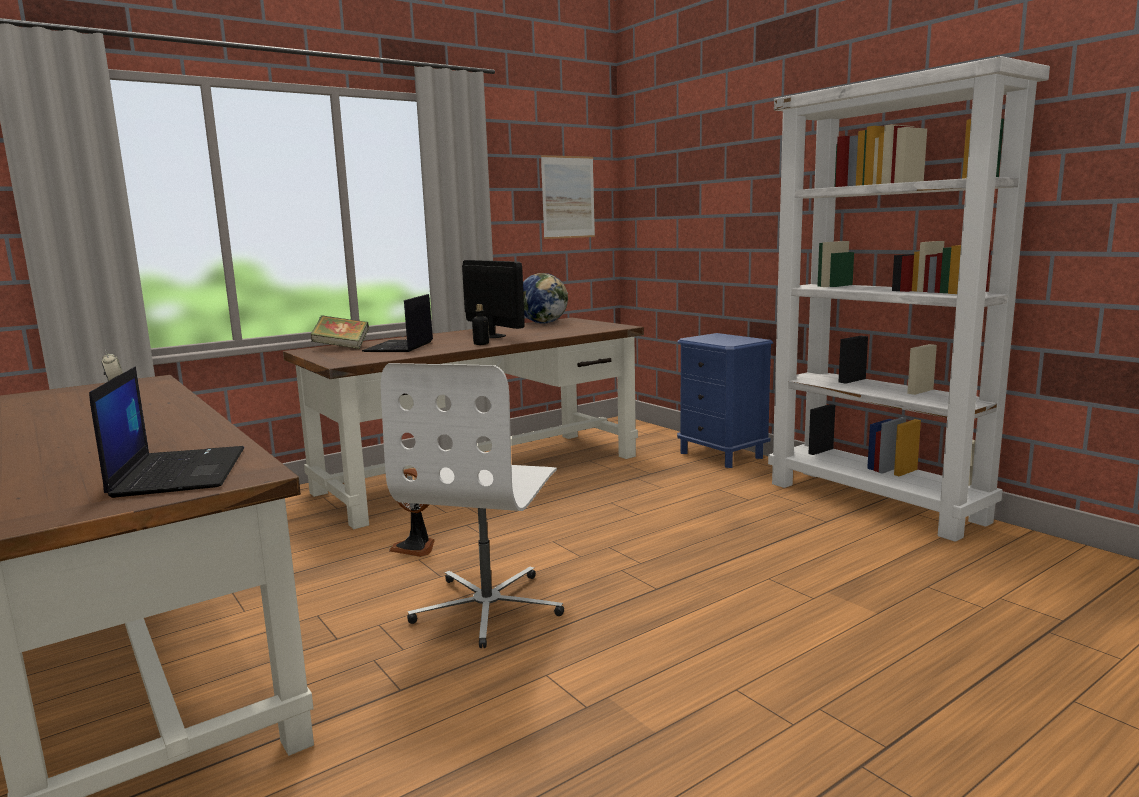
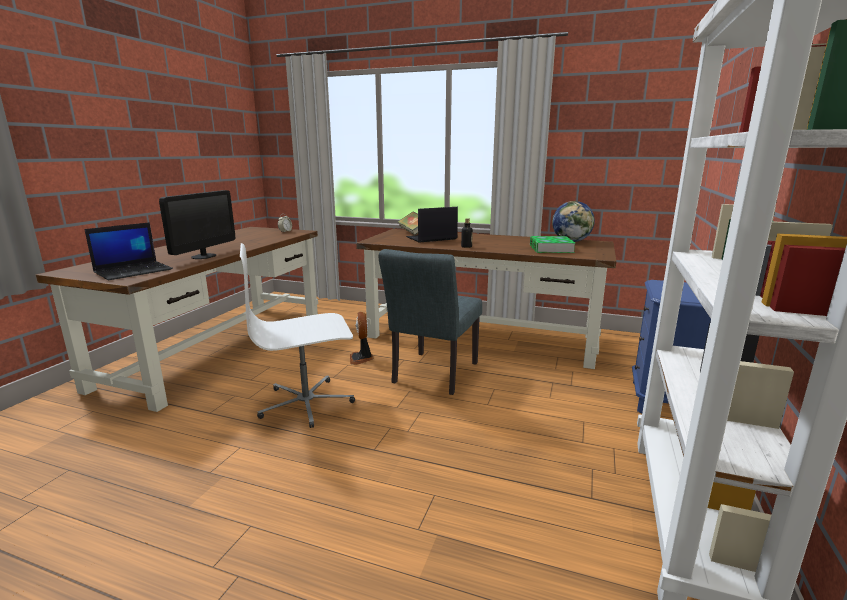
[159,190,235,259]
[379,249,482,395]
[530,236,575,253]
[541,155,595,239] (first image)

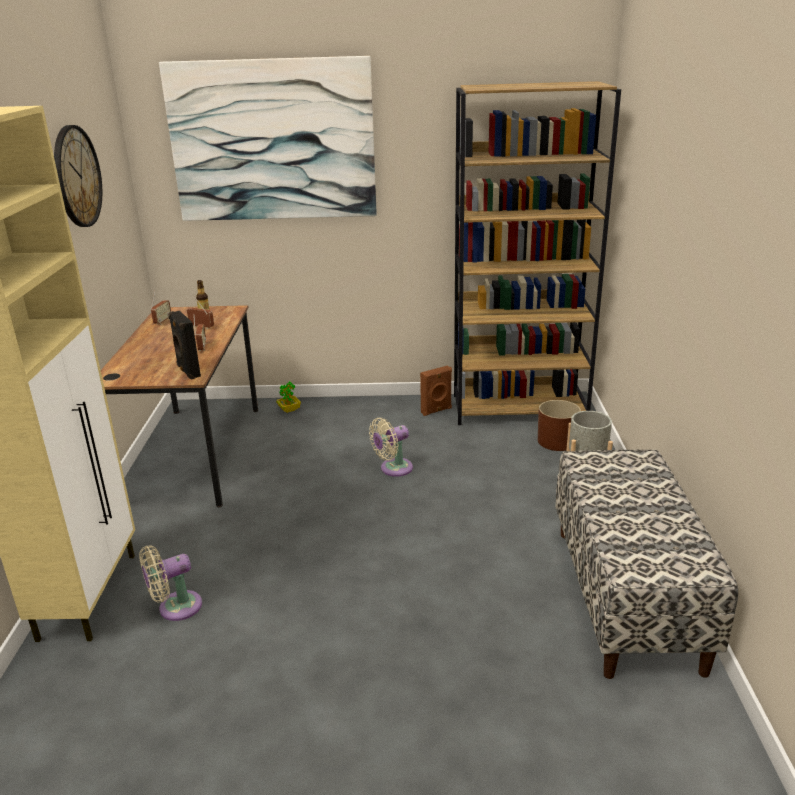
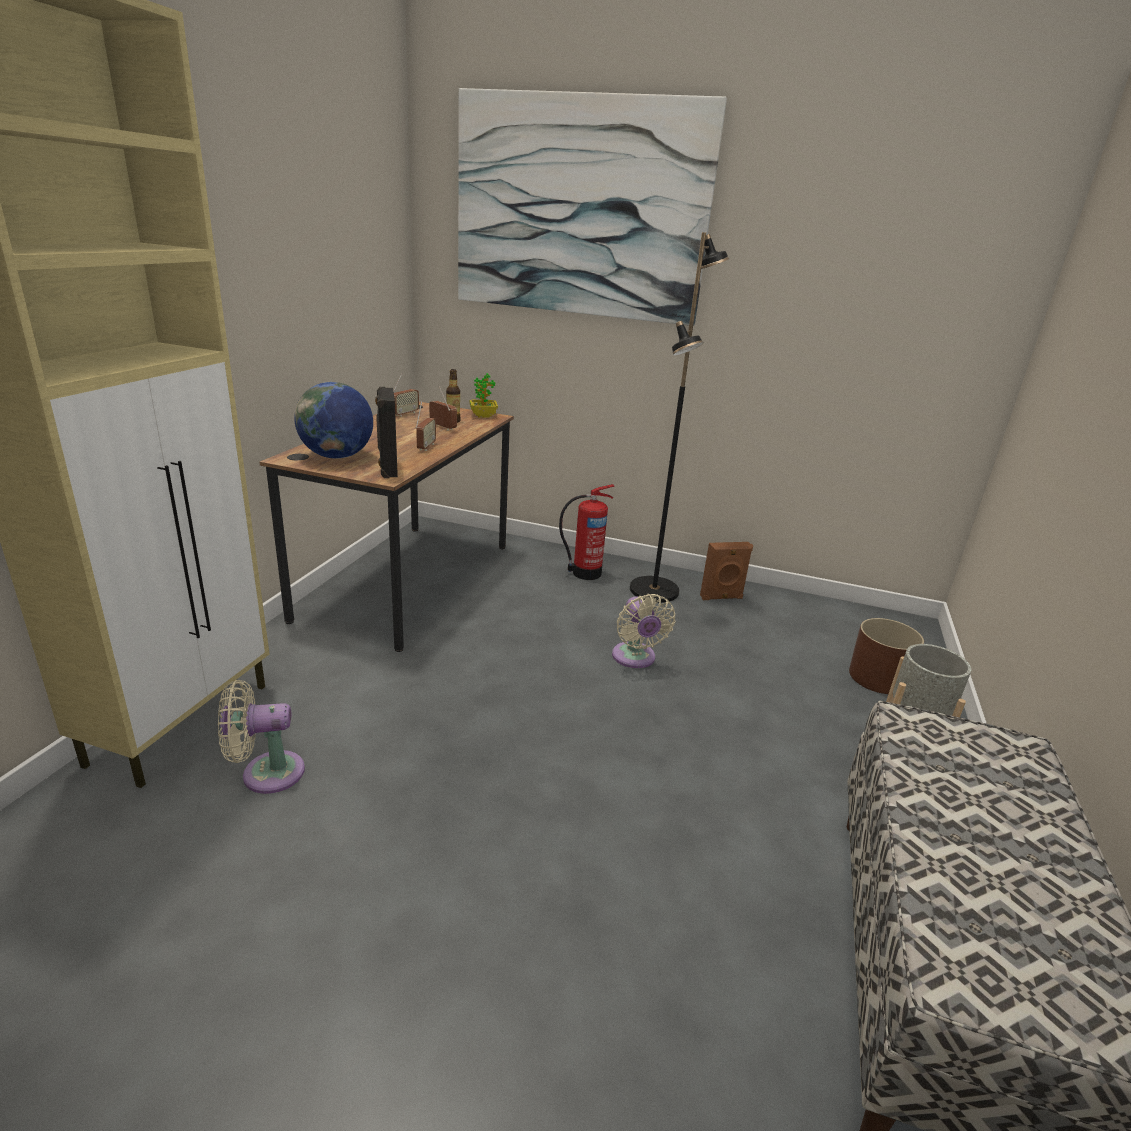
[294,382,373,459]
[470,373,498,418]
[559,484,615,580]
[612,594,675,668]
[630,232,729,603]
[54,125,102,227] (first image)
[454,81,621,425] (first image)

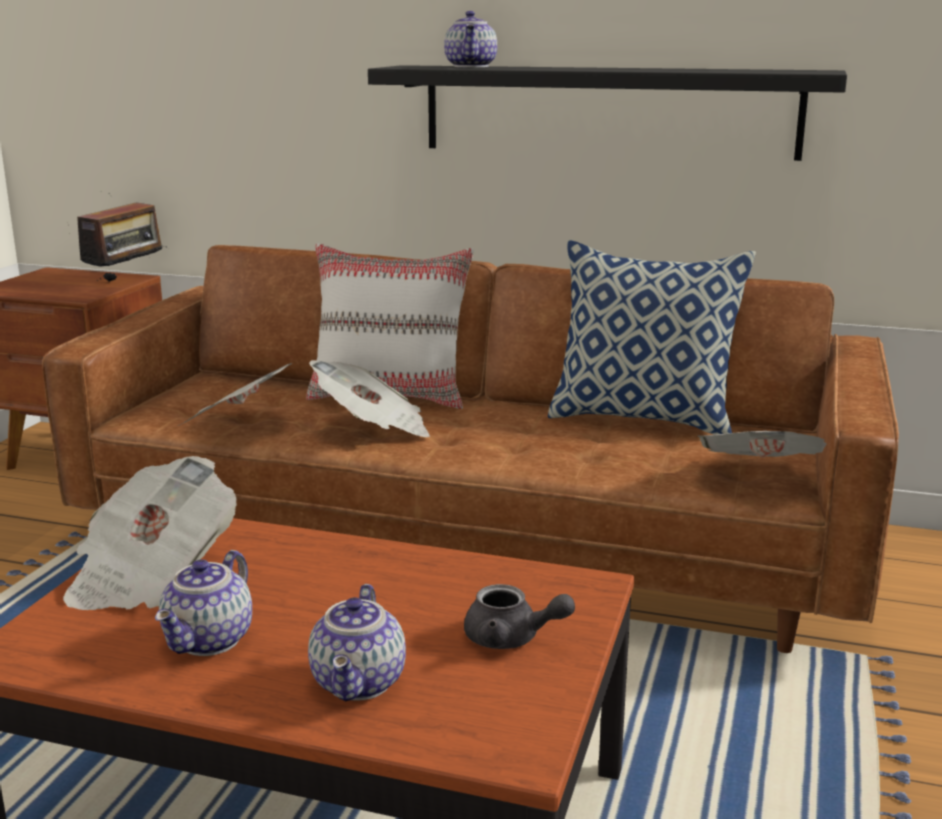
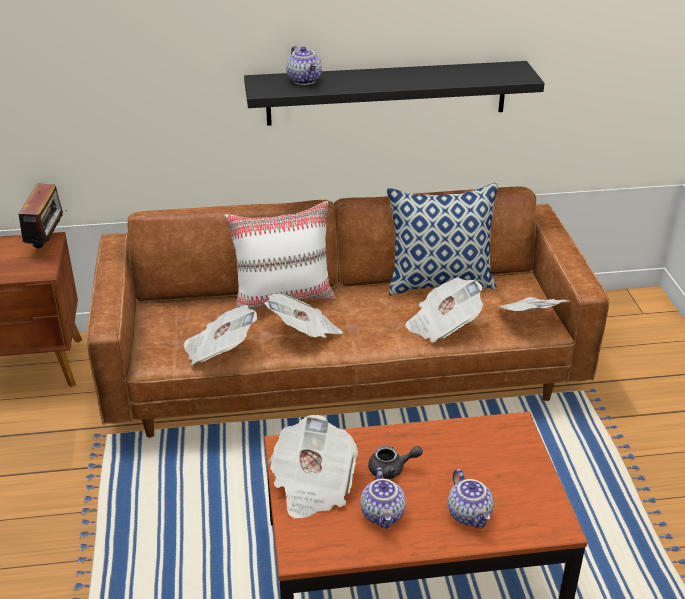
[368,446,423,479]
[405,277,483,342]

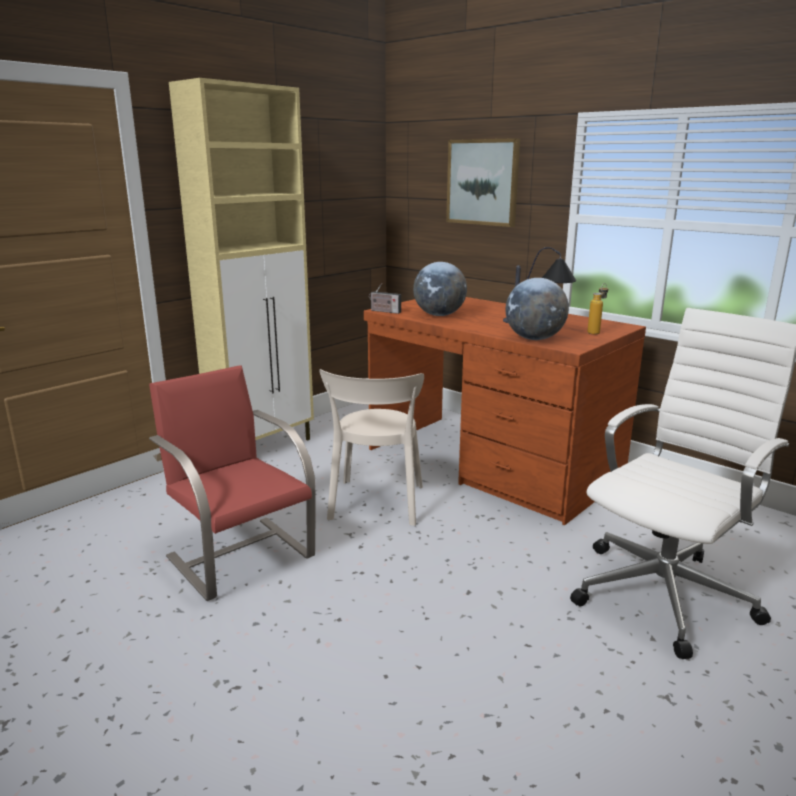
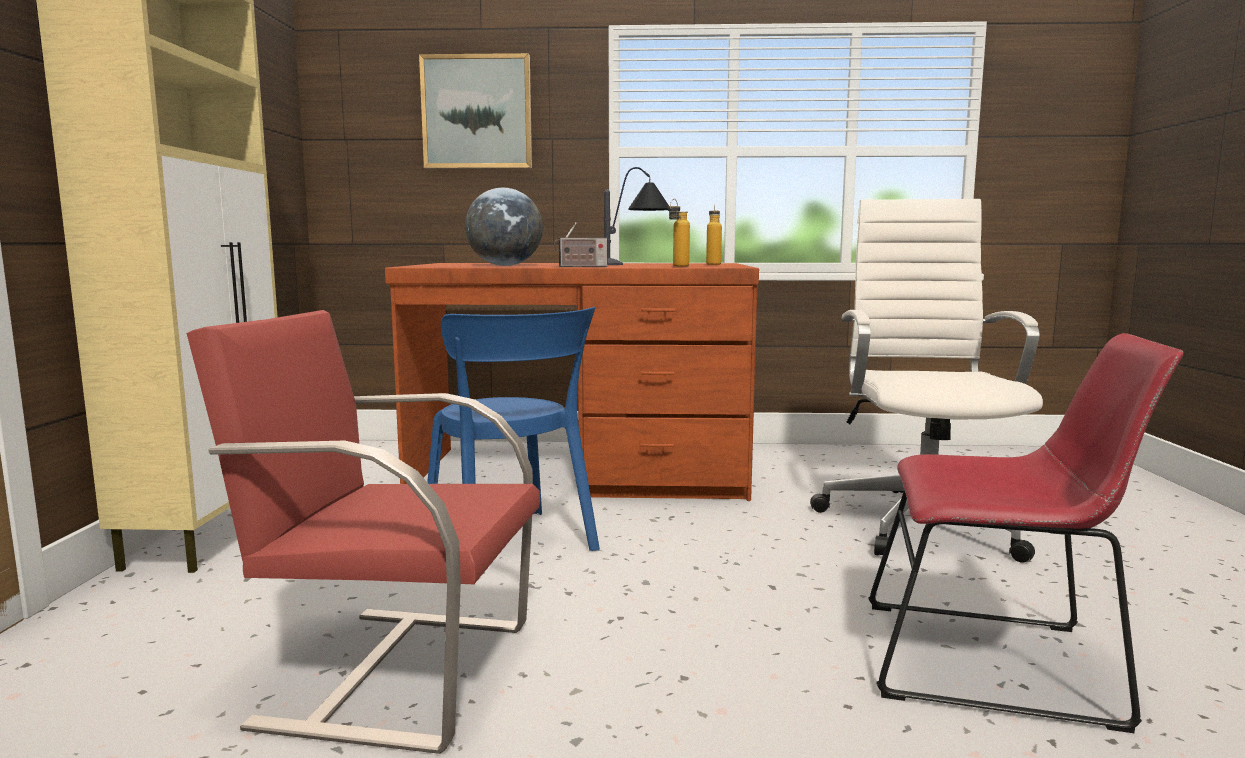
[427,307,600,551]
[554,222,607,267]
[668,199,690,267]
[868,333,1183,733]

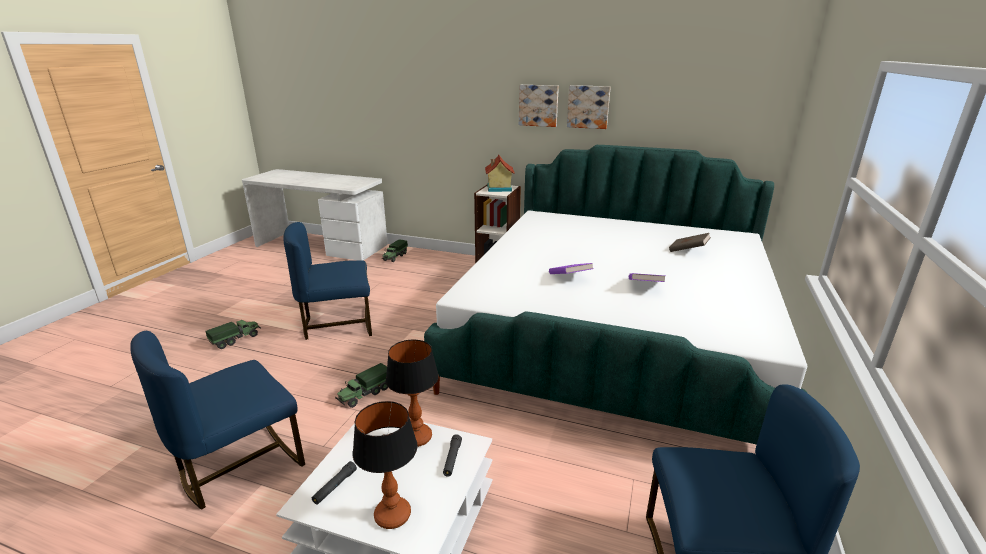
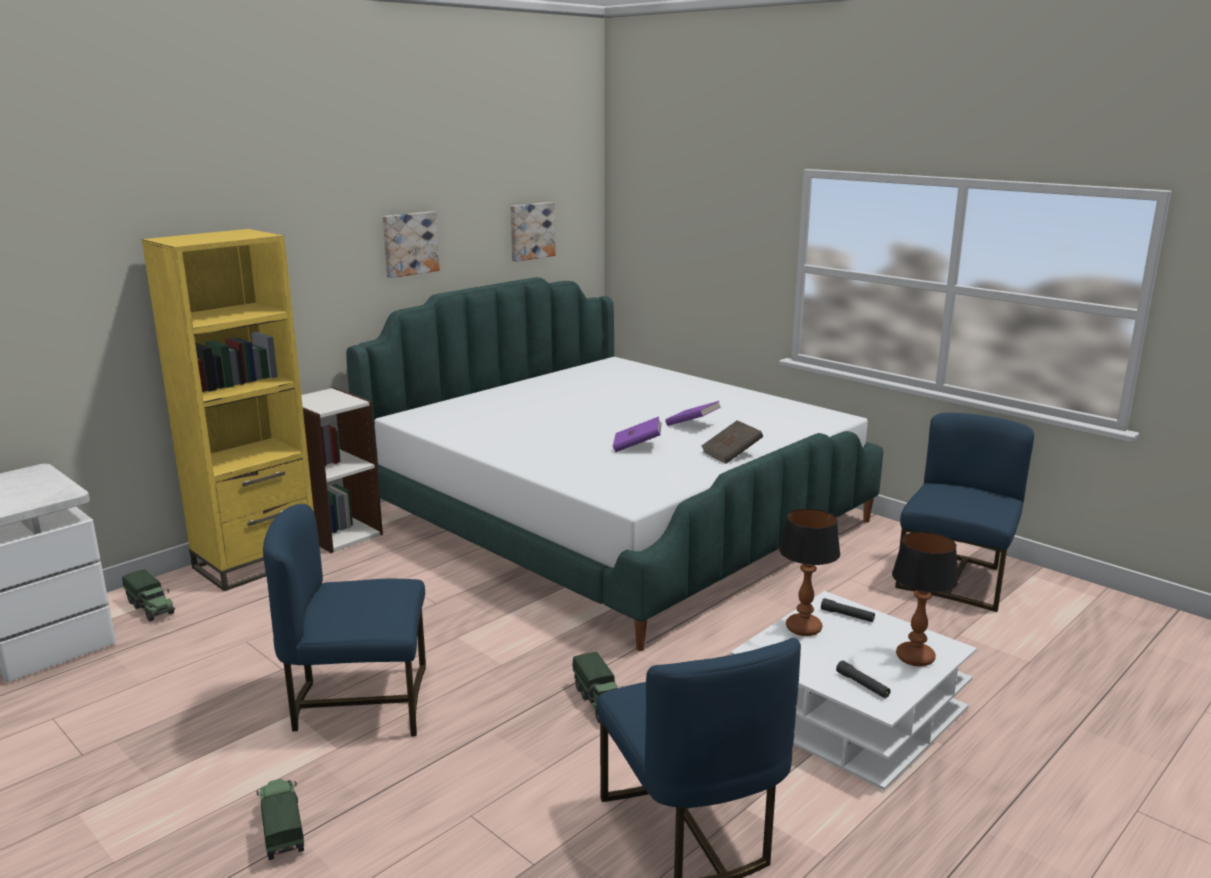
[142,229,314,591]
[263,504,426,737]
[511,202,556,262]
[701,420,763,464]
[485,155,515,192] (first image)

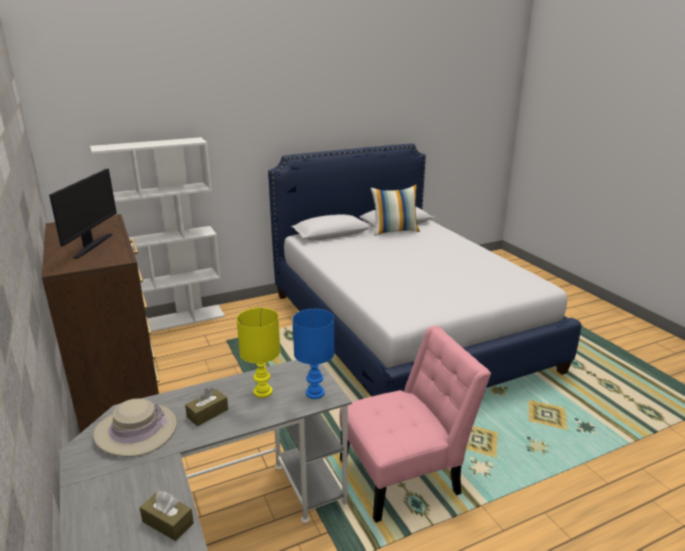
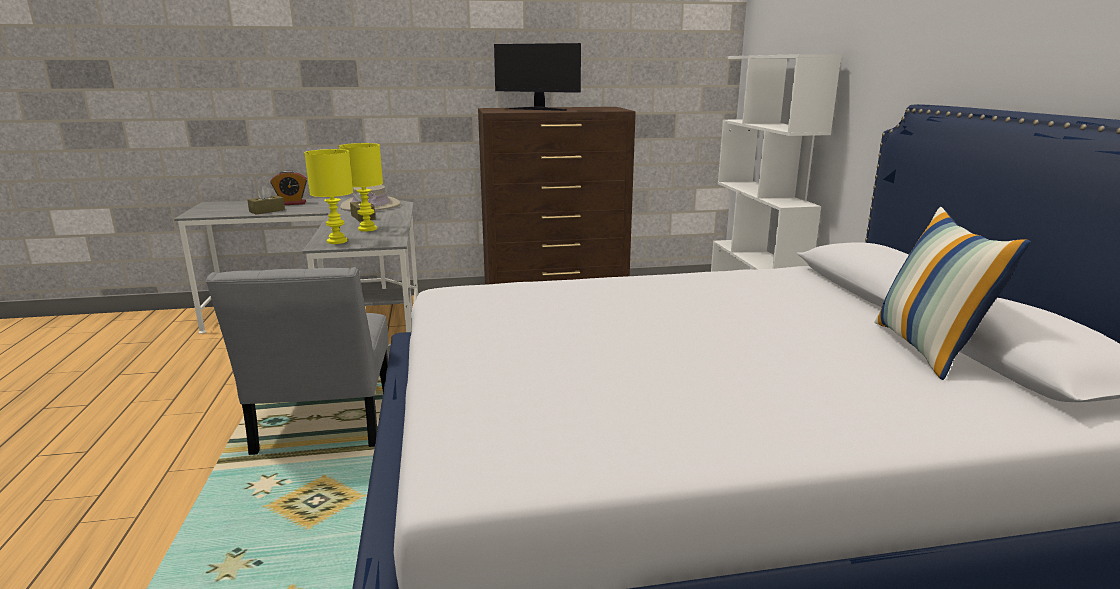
[206,267,388,455]
[270,170,307,205]
[304,149,353,244]

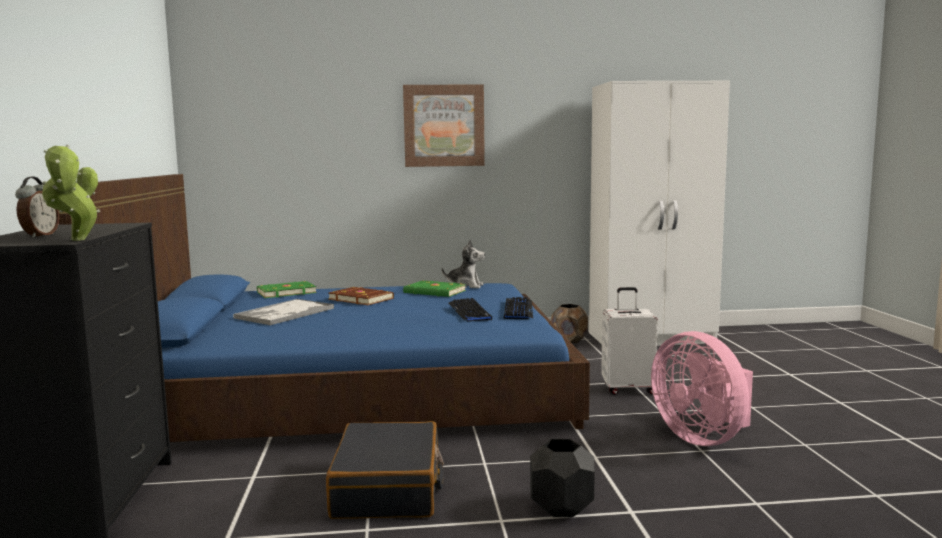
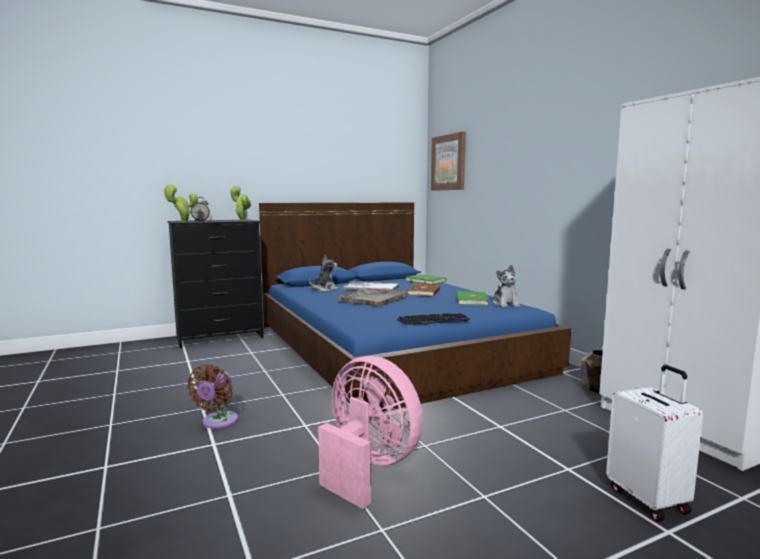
[187,365,238,429]
[230,185,251,221]
[309,255,338,292]
[318,356,423,509]
[338,288,409,307]
[431,132,466,191]
[606,365,703,522]
[326,421,444,519] (first image)
[449,298,492,321] (first image)

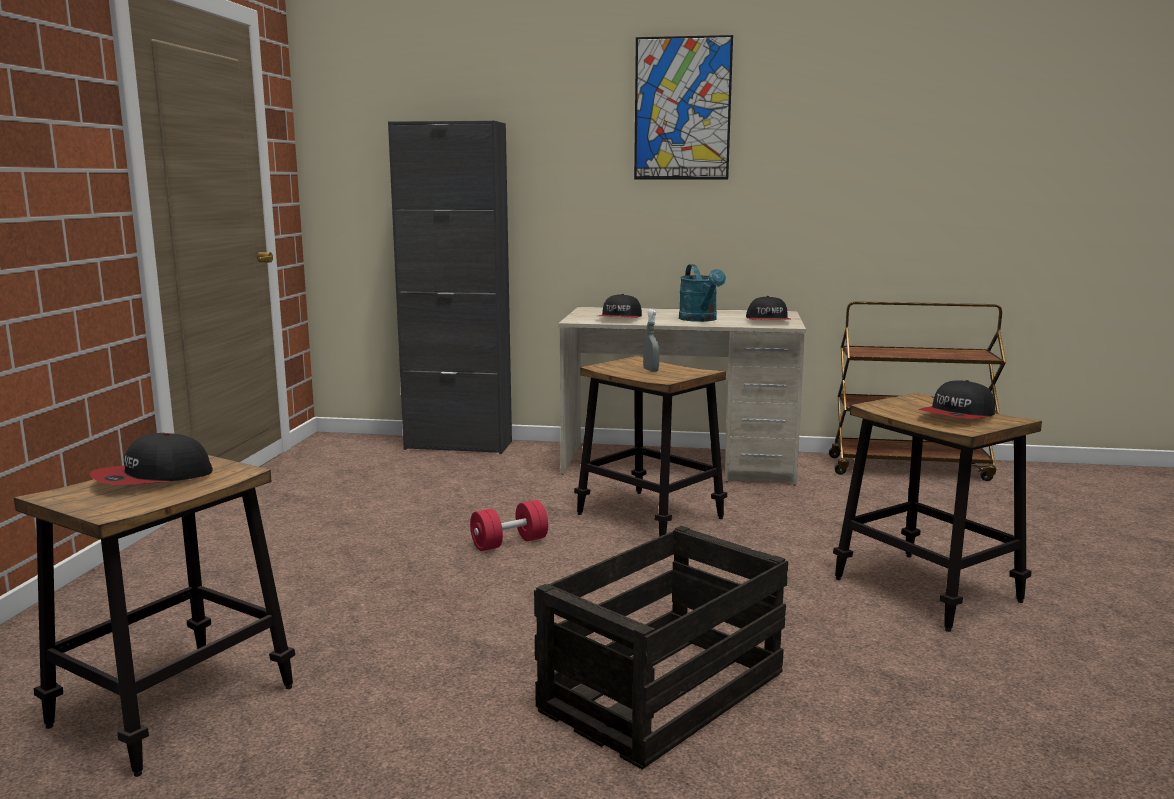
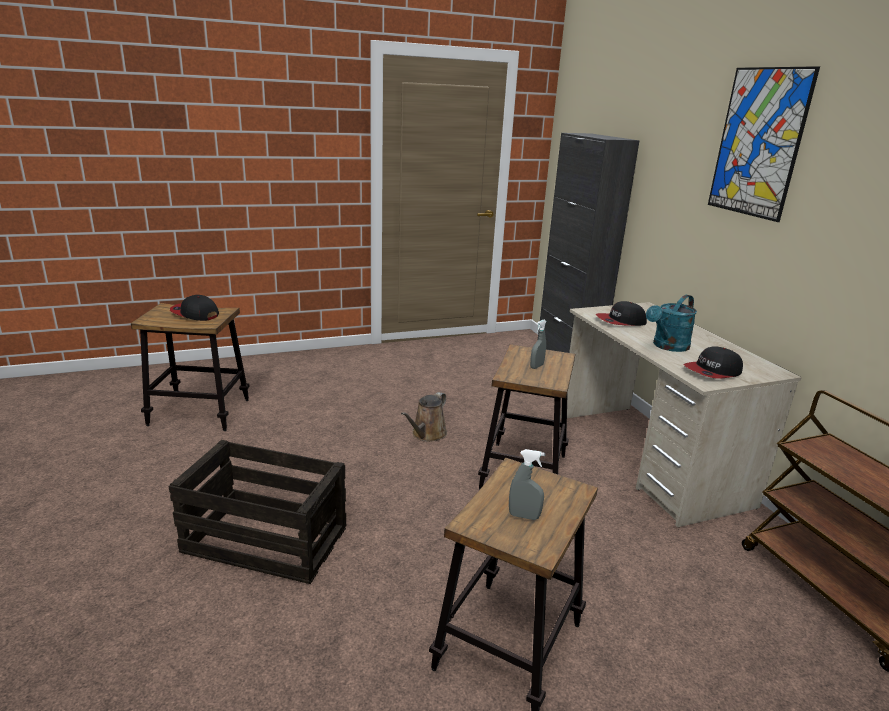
[401,392,447,442]
[509,449,545,520]

